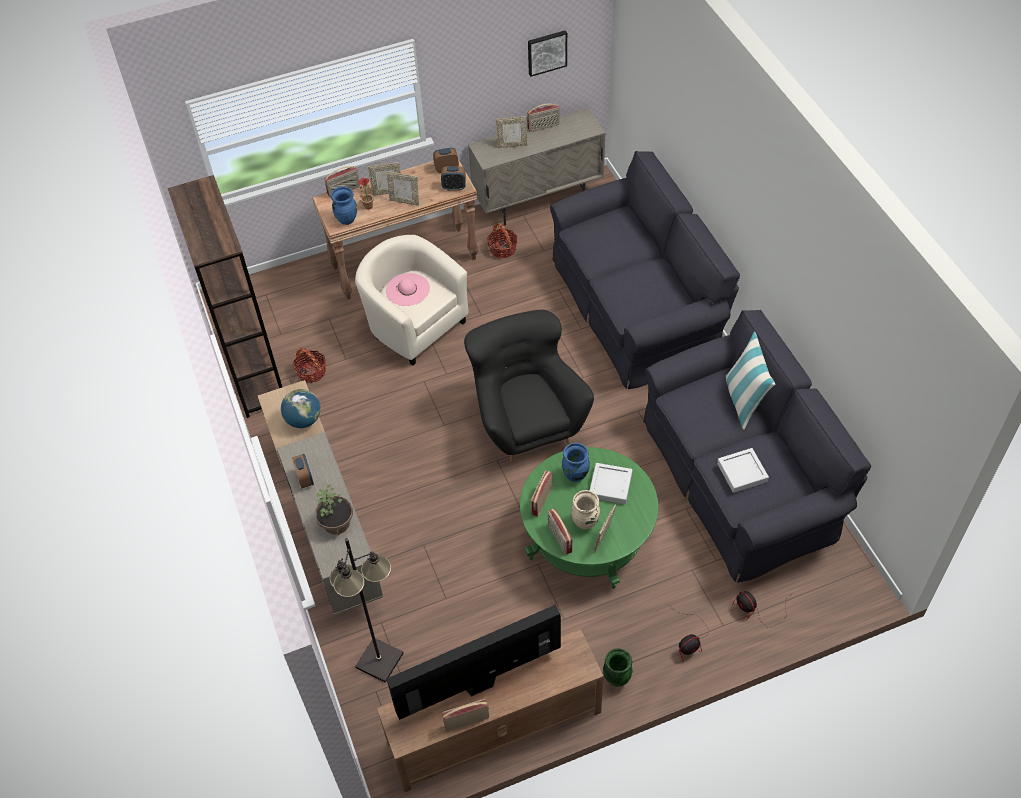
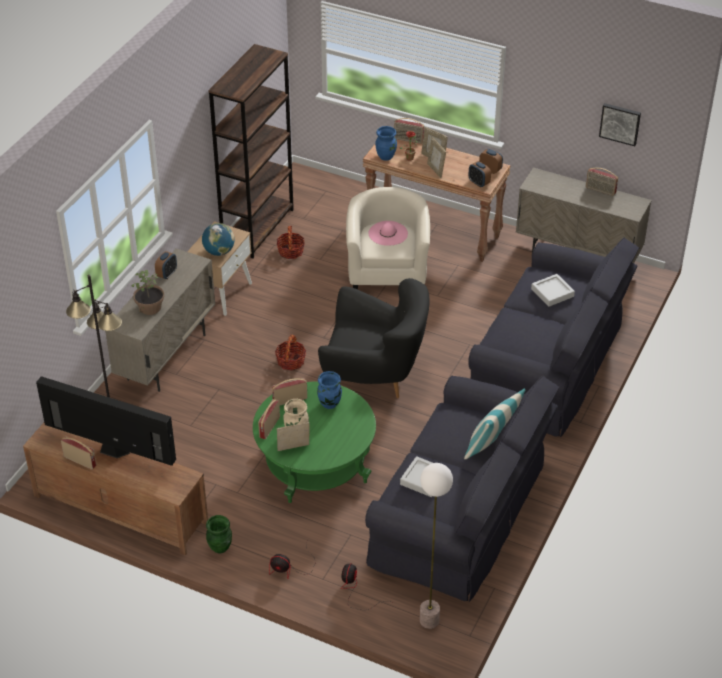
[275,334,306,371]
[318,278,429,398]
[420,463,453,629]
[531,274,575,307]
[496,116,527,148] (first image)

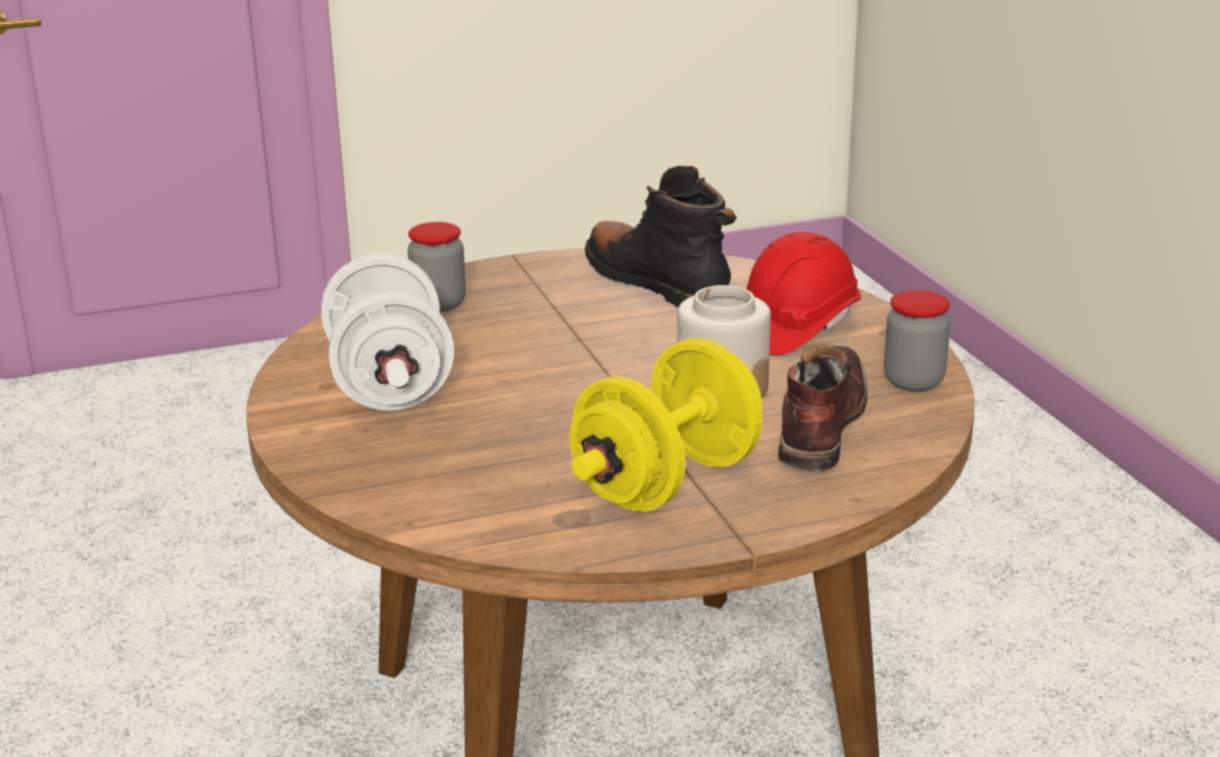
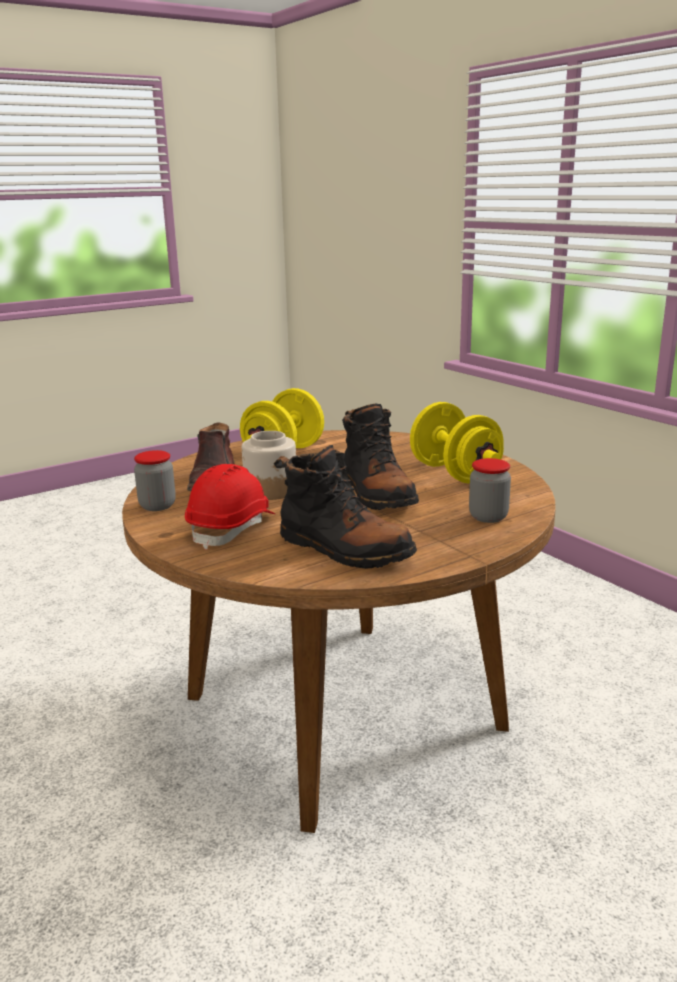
[342,404,419,510]
[410,402,504,484]

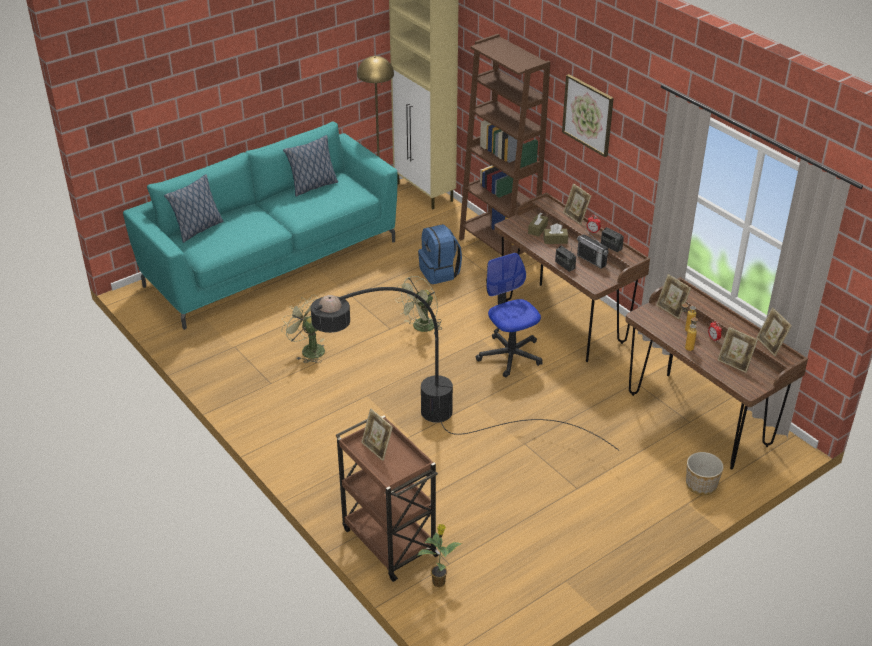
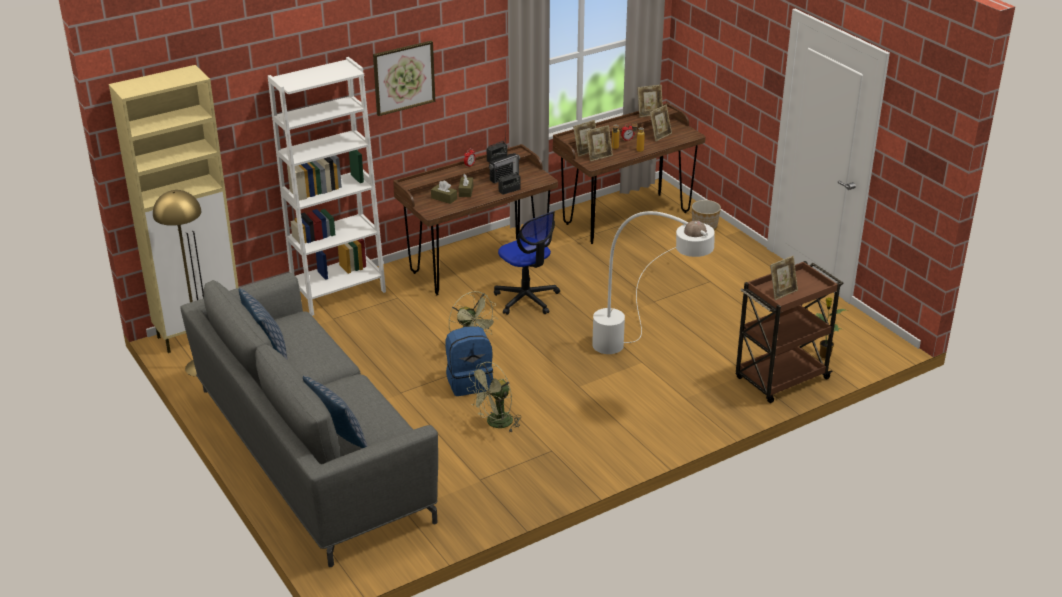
[180,273,438,567]
[268,57,386,316]
[445,326,493,396]
[494,211,560,315]
[586,125,613,162]
[592,211,715,354]

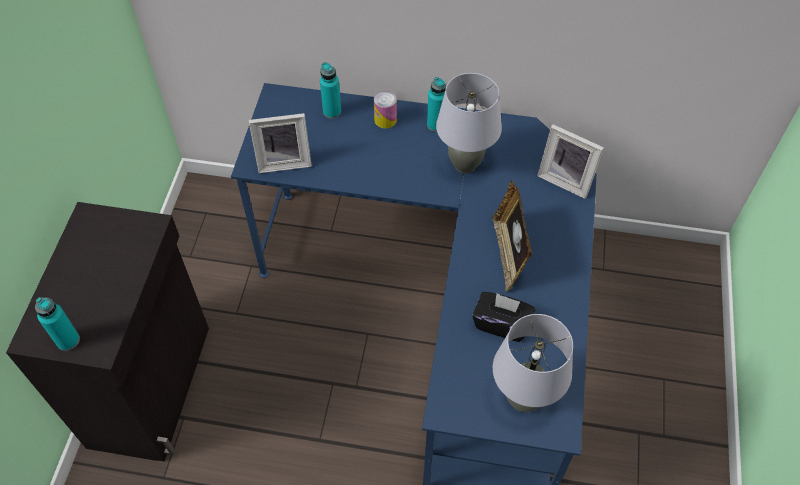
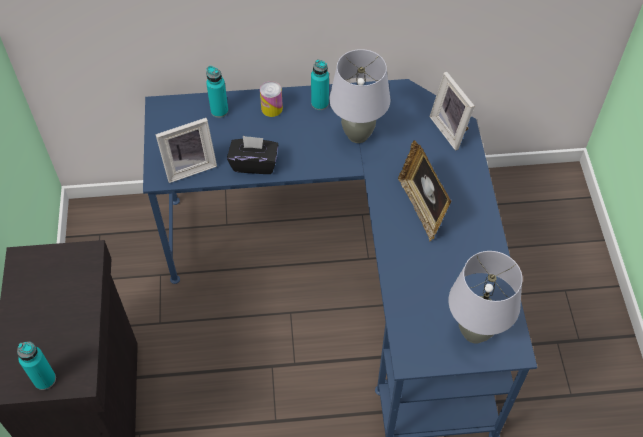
[227,136,278,174]
[430,72,475,150]

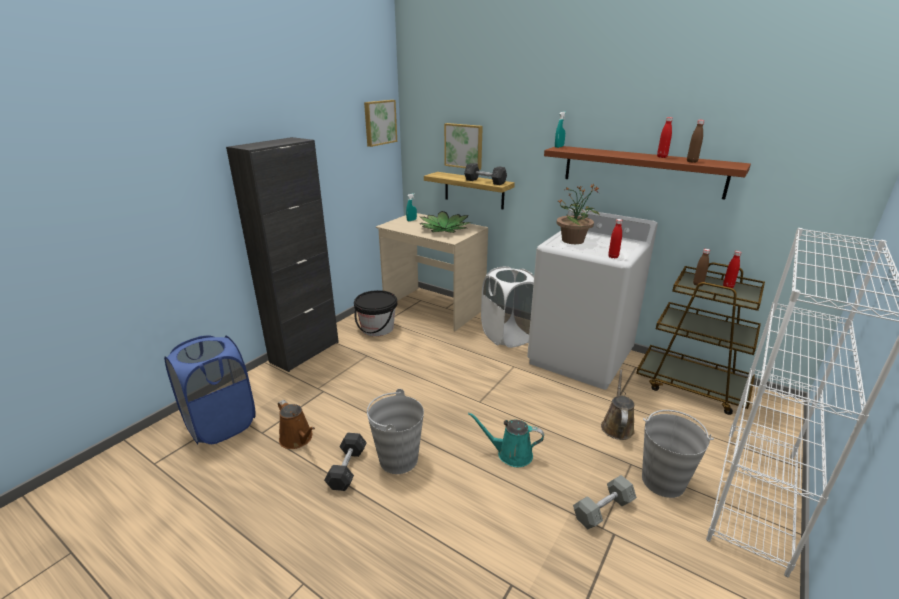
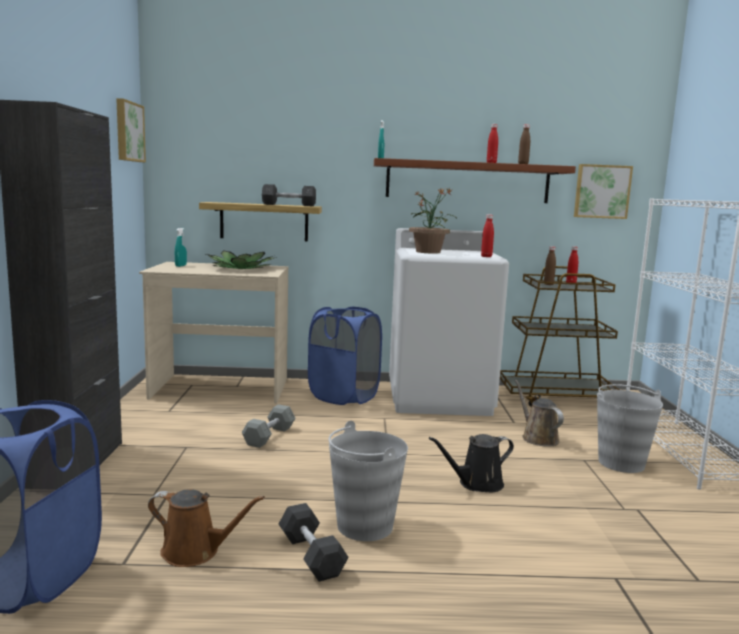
[242,404,296,448]
[308,307,382,405]
[429,434,514,493]
[574,164,633,219]
[354,290,397,336] (first image)

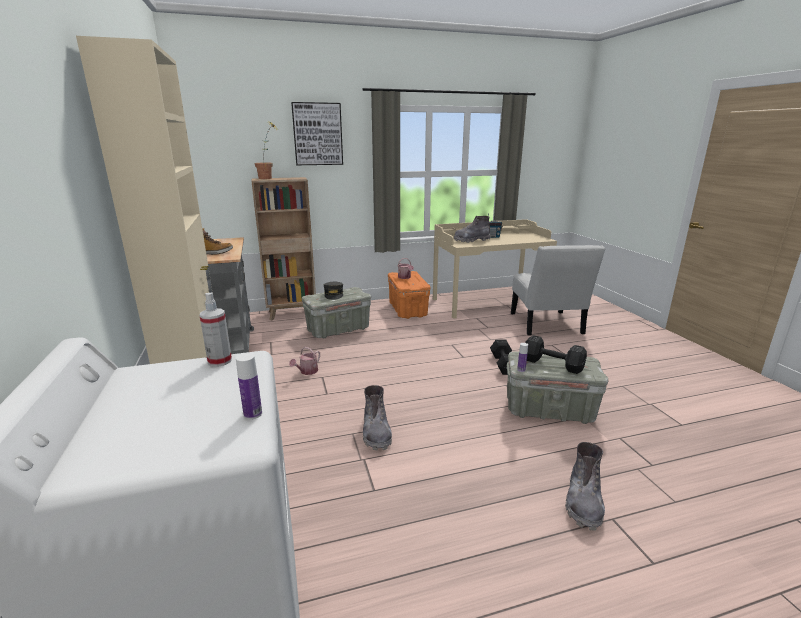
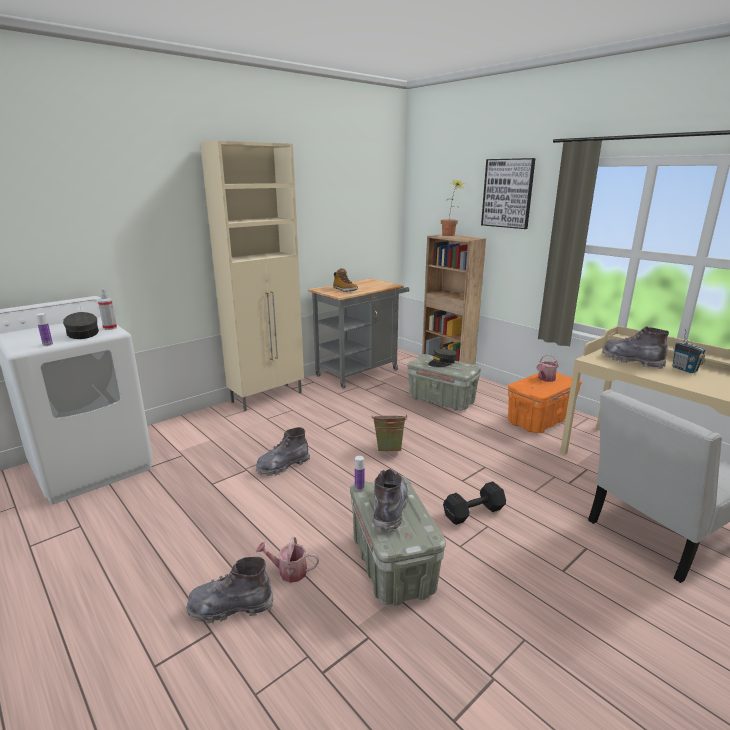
[63,312,99,339]
[256,537,319,583]
[372,414,407,452]
[373,469,408,533]

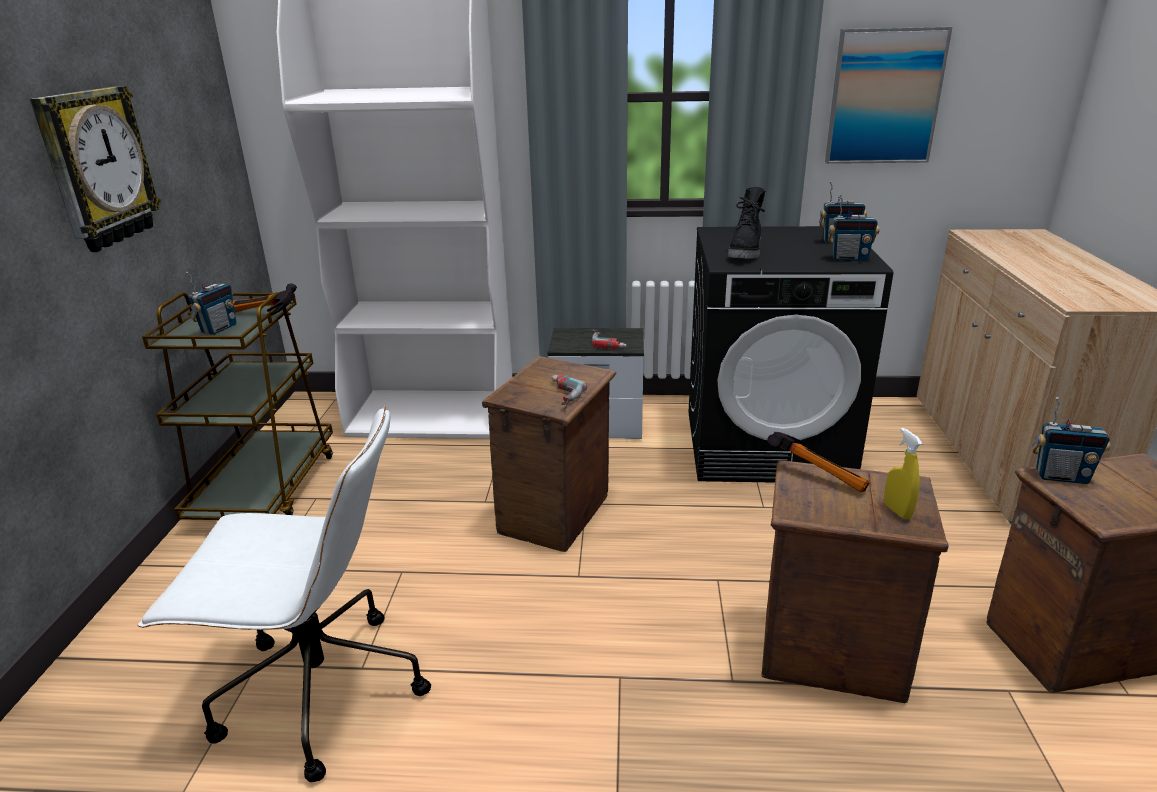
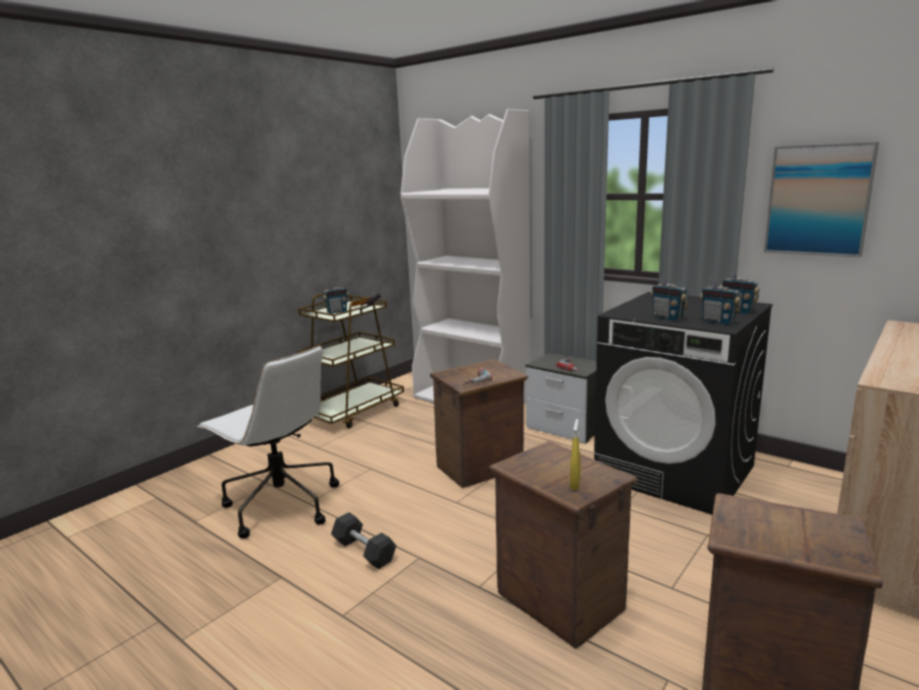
[331,512,396,569]
[651,267,689,321]
[30,86,161,252] (first image)
[728,187,765,259] (first image)
[767,432,870,492] (first image)

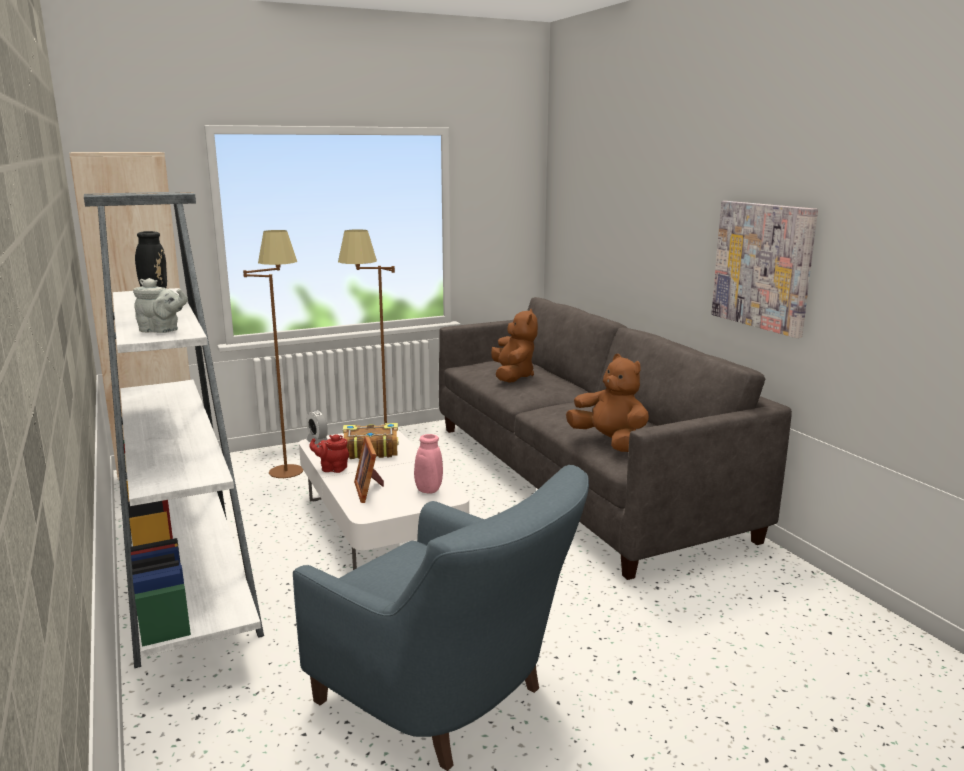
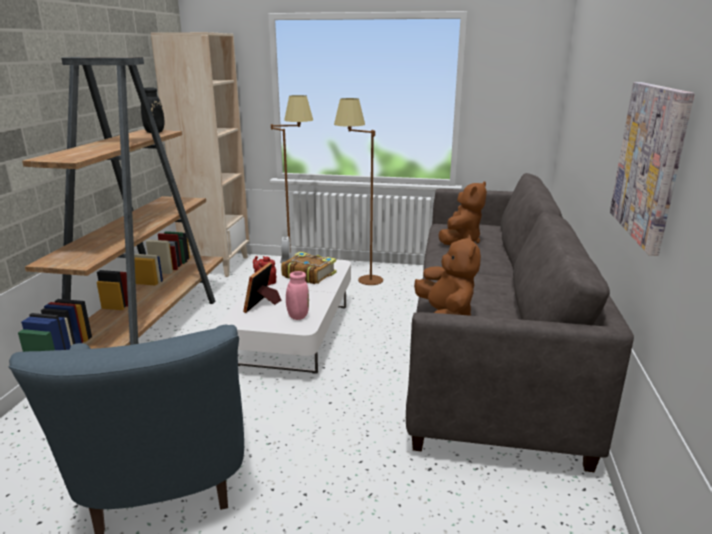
[18,57,223,352]
[133,278,188,333] (first image)

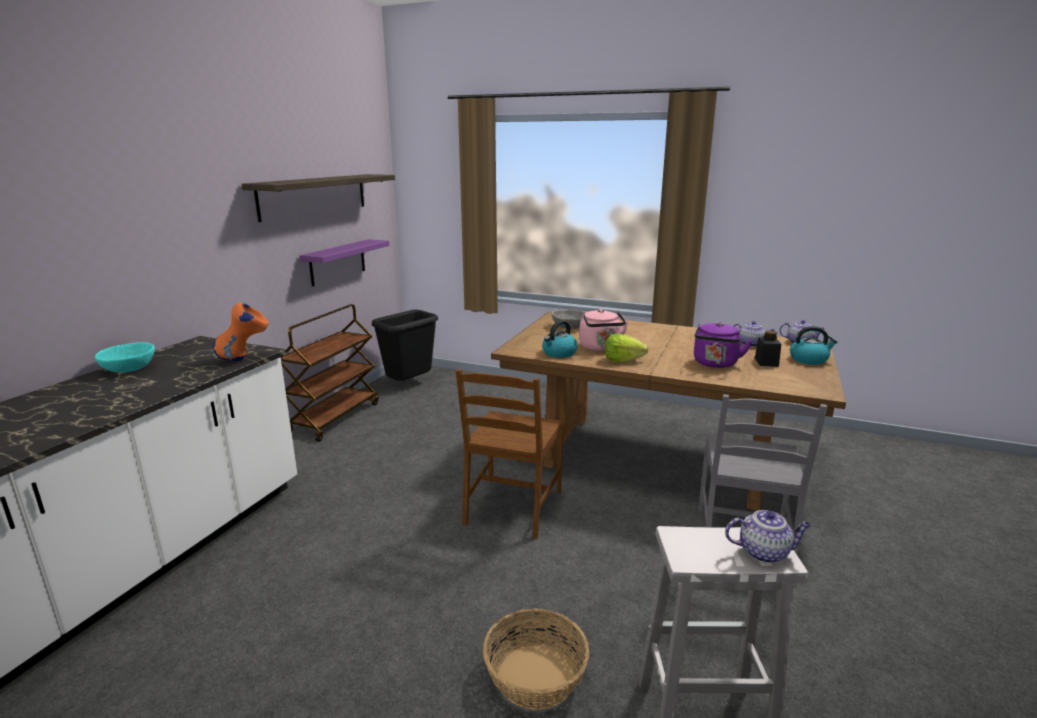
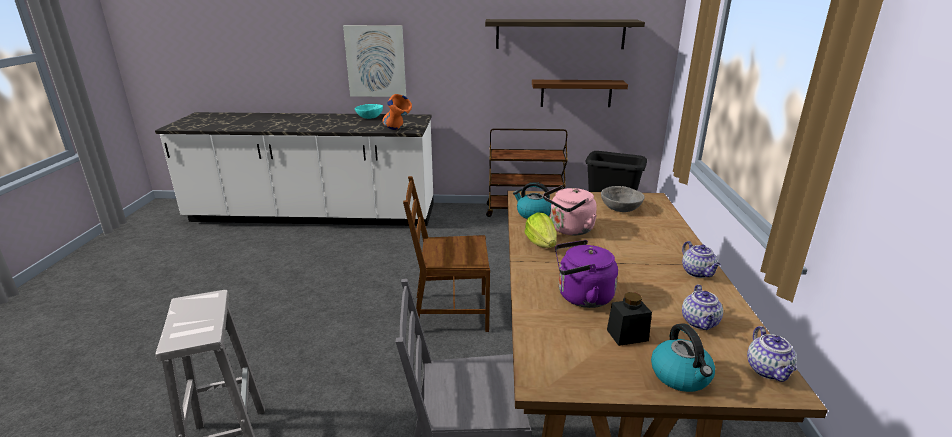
[343,25,406,97]
[532,80,628,107]
[682,241,721,278]
[483,608,589,710] (first image)

